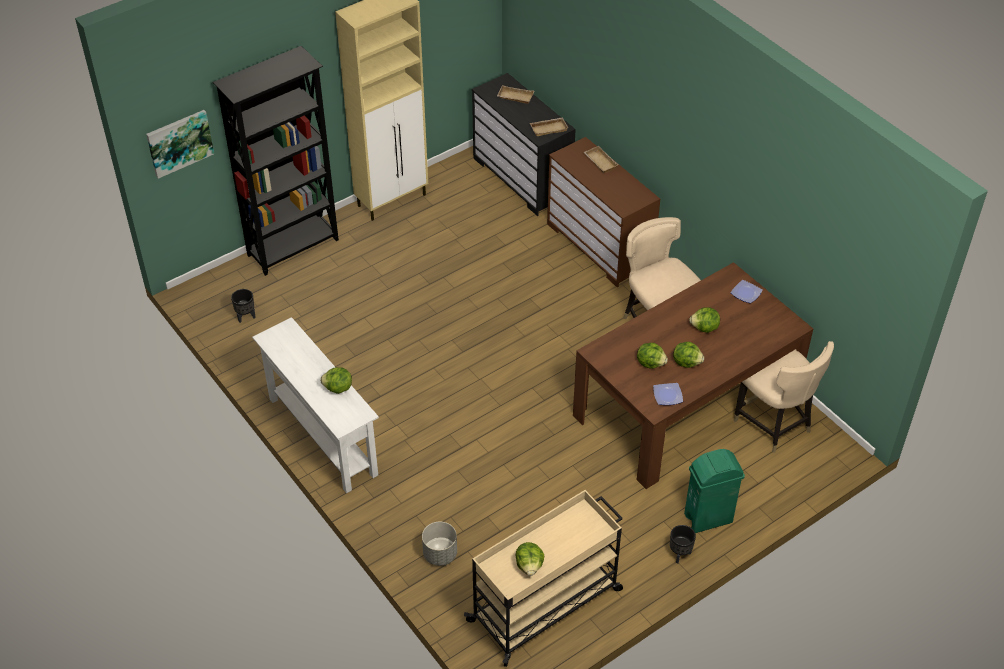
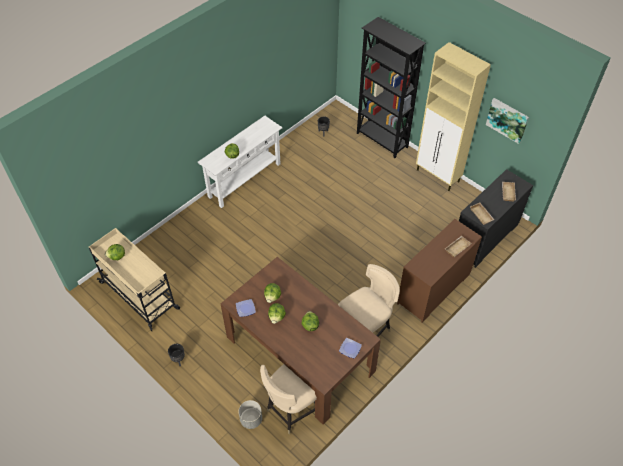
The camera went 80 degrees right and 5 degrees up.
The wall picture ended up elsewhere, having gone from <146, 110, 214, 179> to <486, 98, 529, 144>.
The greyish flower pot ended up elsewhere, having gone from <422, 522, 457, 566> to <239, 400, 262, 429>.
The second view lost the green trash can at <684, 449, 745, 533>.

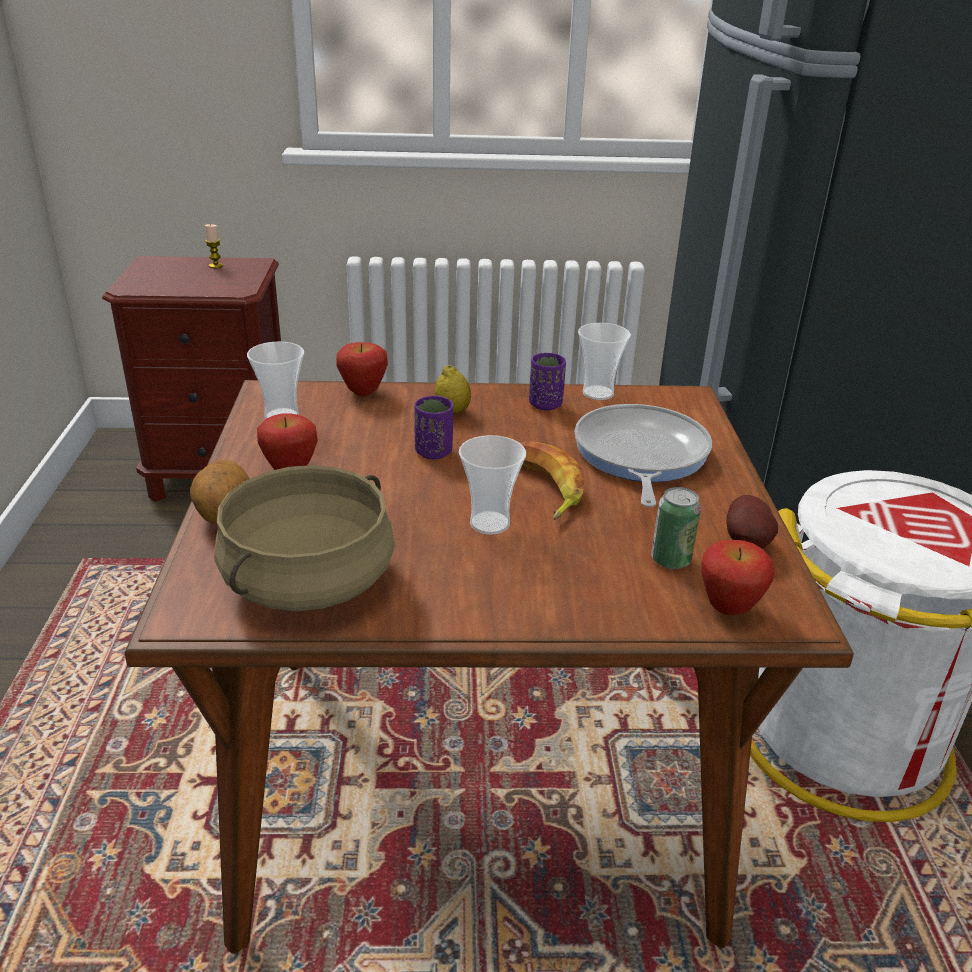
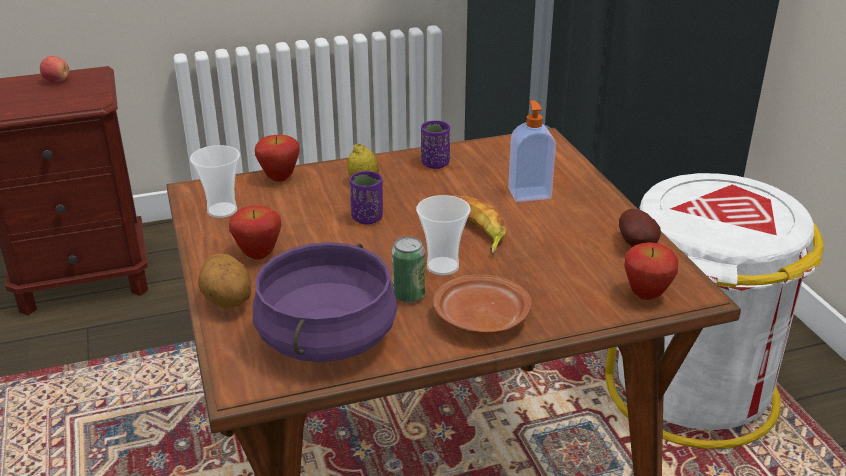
The camera went 15 degrees left and 0 degrees up.
Where the wax candle stood at <205, 224, 223, 268>, the apple fruit came to stand at <40, 56, 69, 82>.
What was the beige stockpot at <214, 465, 395, 611> turned into the purple stockpot at <253, 242, 398, 362>.
Where the pan stood at <575, 404, 712, 507>, the liquid soap bottle came to stand at <508, 101, 556, 202>.
The second view lost the small cup at <578, 323, 631, 400>.
The can ended up elsewhere, having gone from <651, 487, 701, 569> to <392, 236, 425, 303>.
The second view gained the brownish dinner plate at <433, 274, 532, 335>.

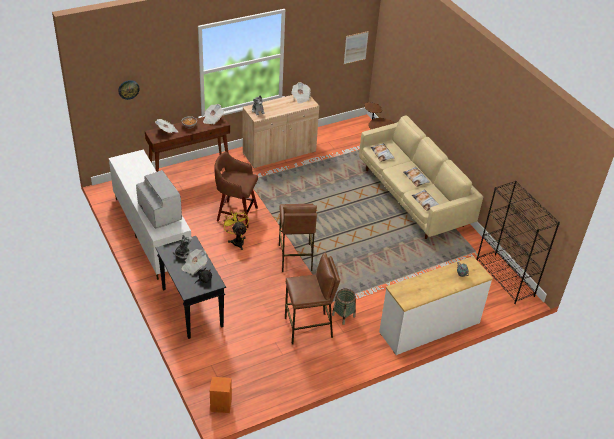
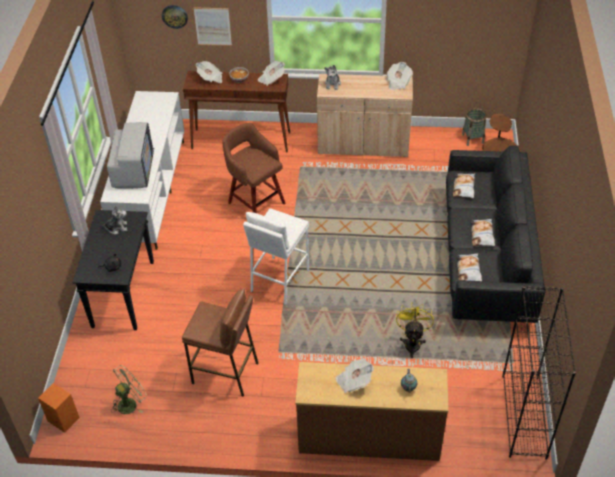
The camera went 35 degrees right and 5 degrees up.
The newspaper ended up elsewhere, having gone from <181, 249, 207, 275> to <335, 359, 374, 393>.
The yellow-coloured fan ended up elsewhere, having gone from <222, 209, 249, 250> to <396, 303, 434, 358>.
What was the brownish stool seat at <279, 204, 317, 272> turned into the whitish stool seat at <243, 208, 309, 304>.
The storage basket ended up elsewhere, having gone from <332, 289, 356, 325> to <462, 108, 487, 146>.
The wall picture ended up elsewhere, having gone from <344, 31, 369, 64> to <194, 7, 232, 46>.
What was the beige couch at <359, 116, 483, 239> turned into the black-coloured couch at <446, 145, 545, 323>.
What was the whitish drawer chest at <379, 256, 493, 355> turned into the brownish drawer chest at <295, 362, 449, 461>.
The second view gained the green fan at <111, 365, 147, 414>.

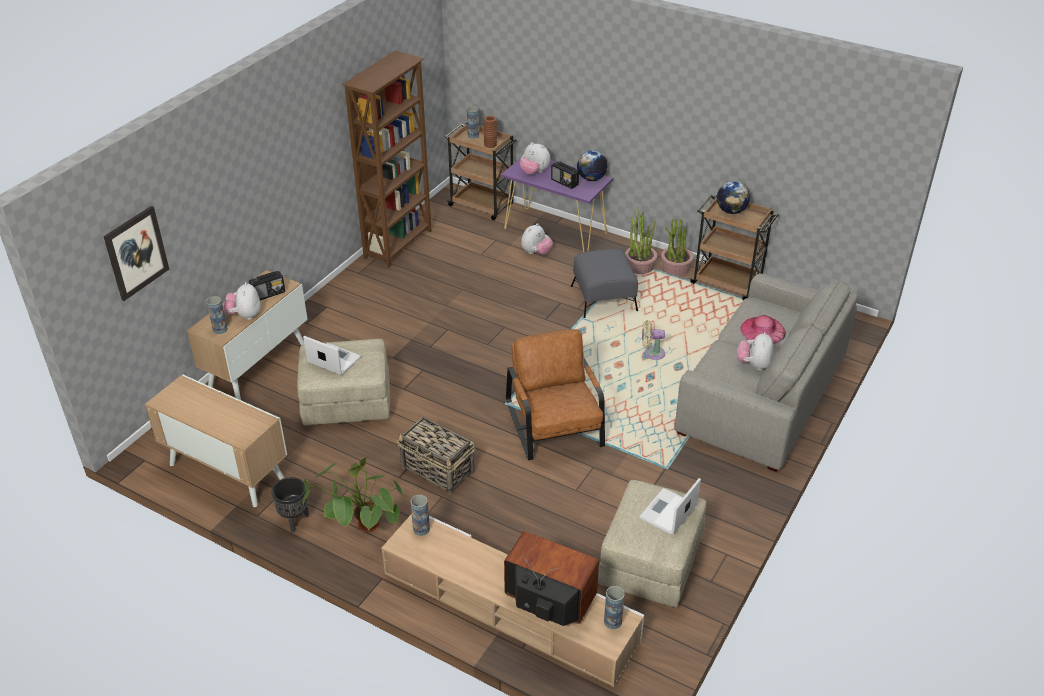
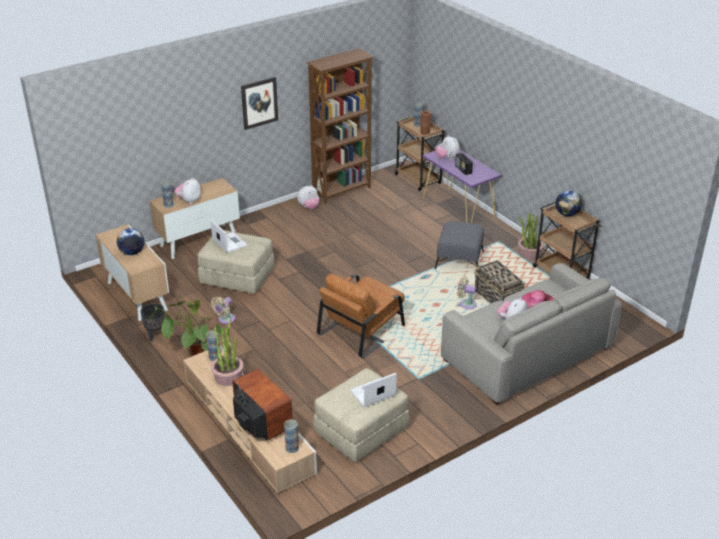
The camera went 25 degrees right and 5 degrees down.
The wall picture ended up elsewhere, having gone from <103, 206, 169, 301> to <241, 77, 278, 130>.
The second view lost the radio at <249, 271, 285, 300>.
The storage basket ended up elsewhere, having gone from <397, 417, 475, 495> to <475, 260, 525, 304>.
The brownish lounge chair at <506, 329, 605, 460> ended up facing another way, 150 degrees counterclockwise from before.
The plush toy ended up elsewhere, having gone from <521, 223, 553, 255> to <297, 185, 319, 209>.
The world globe ended up elsewhere, having gone from <577, 150, 607, 181> to <117, 228, 144, 255>.
The houseplant ended up elsewhere, having gone from <625, 207, 658, 274> to <211, 320, 244, 386>.
The second view gained the beige fan at <211, 296, 235, 324>.

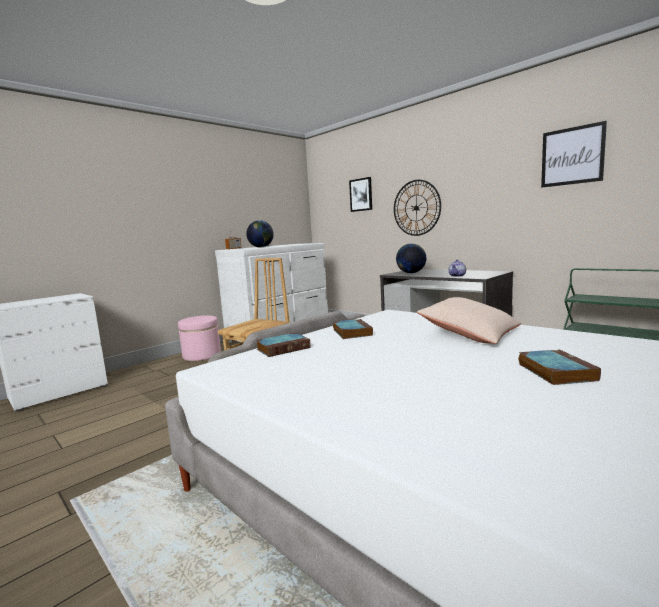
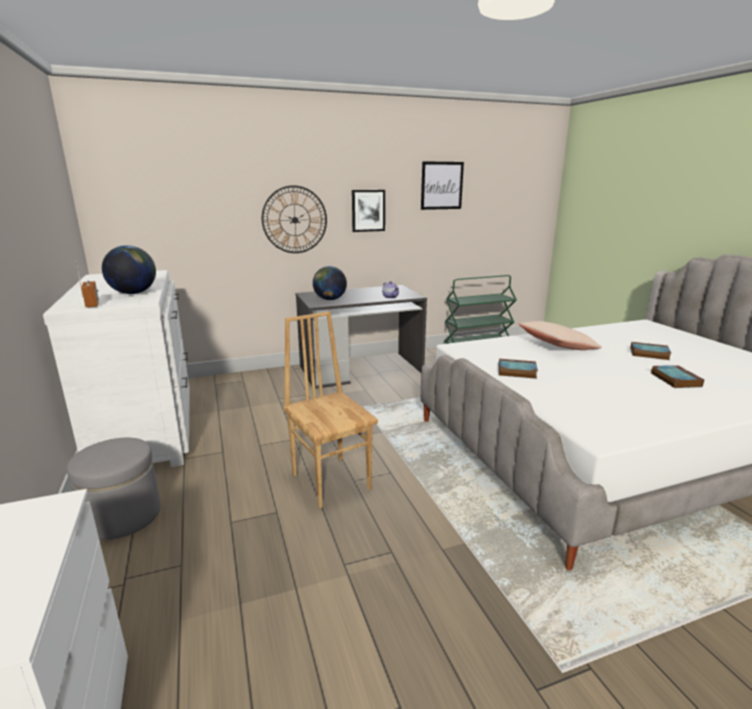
The camera went 65 degrees left and 10 degrees up.
What was the pink ottoman at <178, 315, 221, 361> turned into the greyish ottoman at <67, 438, 161, 540>.
The volume ended up elsewhere, having gone from <256, 333, 310, 357> to <651, 365, 704, 388>.
The wall picture ended up elsewhere, having gone from <349, 177, 372, 212> to <352, 190, 385, 232>.

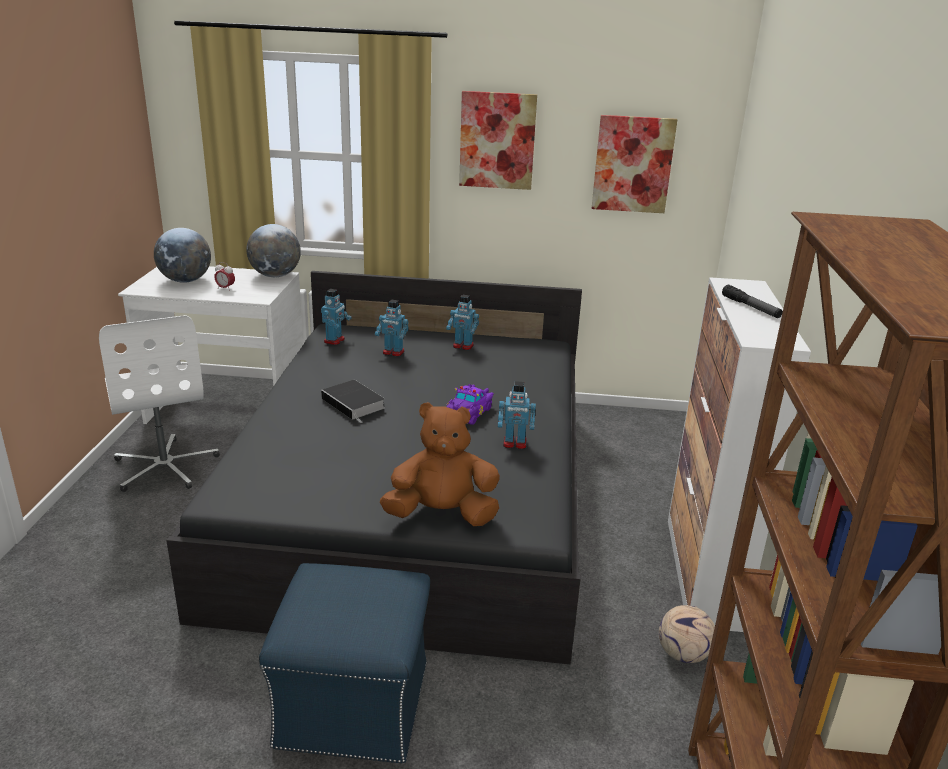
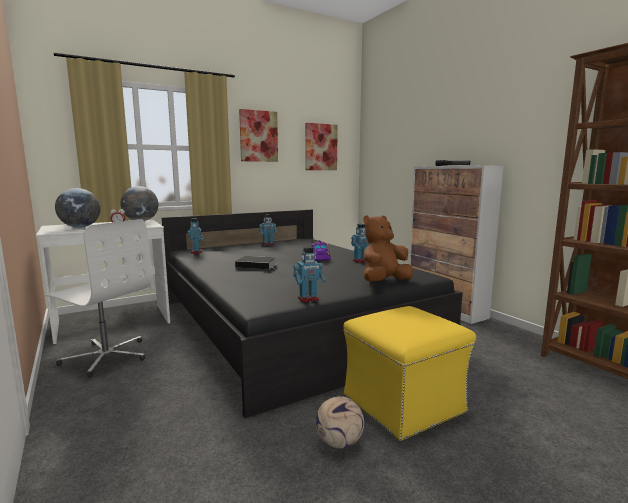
The camera went 35 degrees left and 15 degrees down.
What was the bluish ottoman at <259, 563, 430, 763> turned into the yellow-coloured ottoman at <343, 306, 476, 441>.
The toy robot ended up elsewhere, having gone from <375, 300, 409, 357> to <294, 247, 326, 303>.
The ball for football ended up elsewhere, having gone from <659, 605, 715, 663> to <316, 396, 364, 448>.

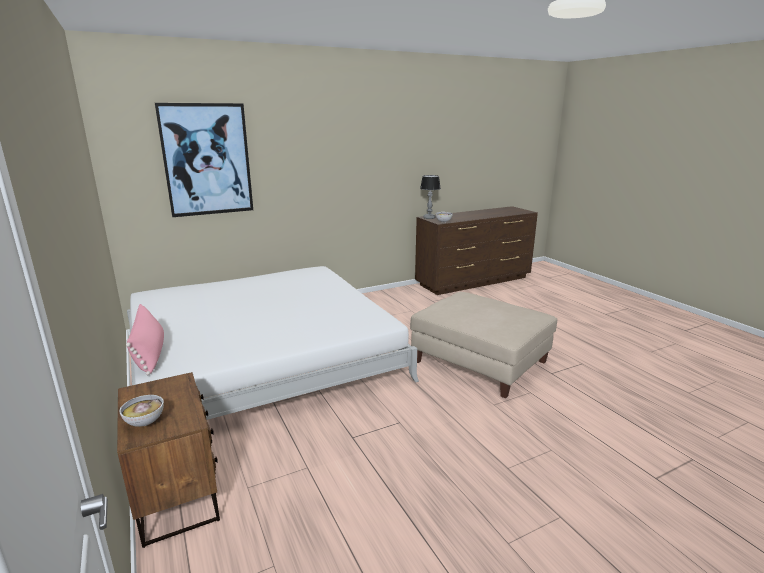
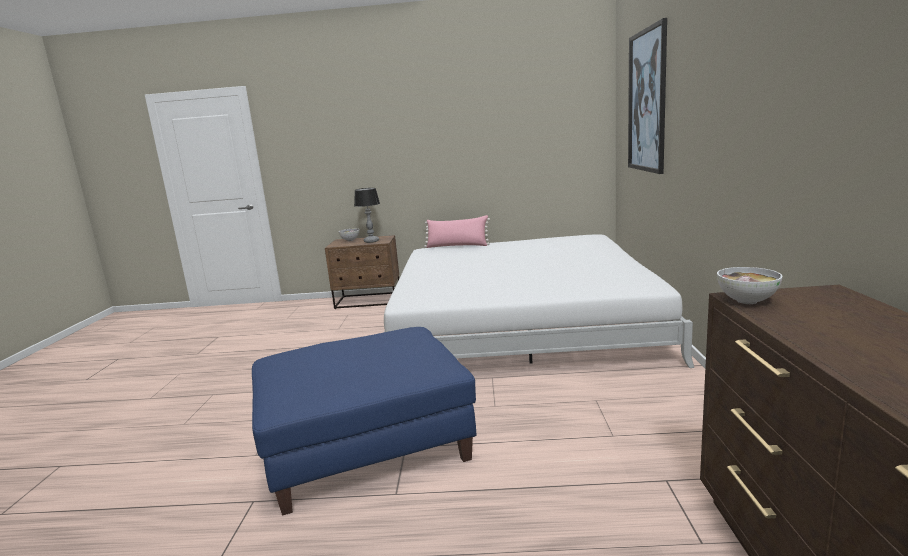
The camera went 120 degrees right and 5 degrees down.
What was the beige ottoman at <410, 292, 557, 398> turned into the bluish ottoman at <252, 327, 476, 516>.
The lamp for a table ended up elsewhere, having gone from <420, 175, 441, 219> to <354, 188, 380, 243>.

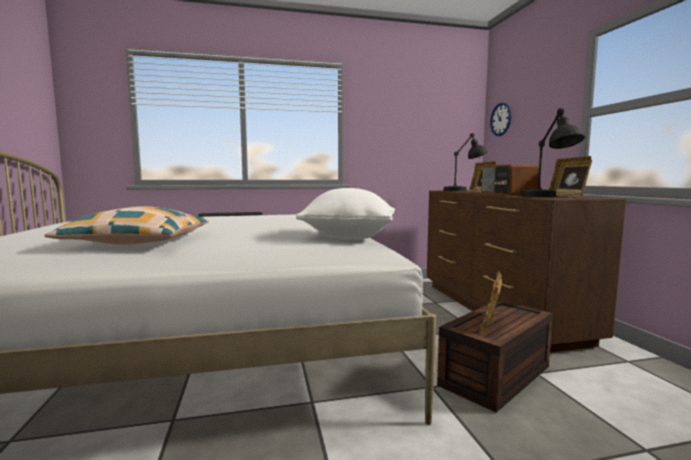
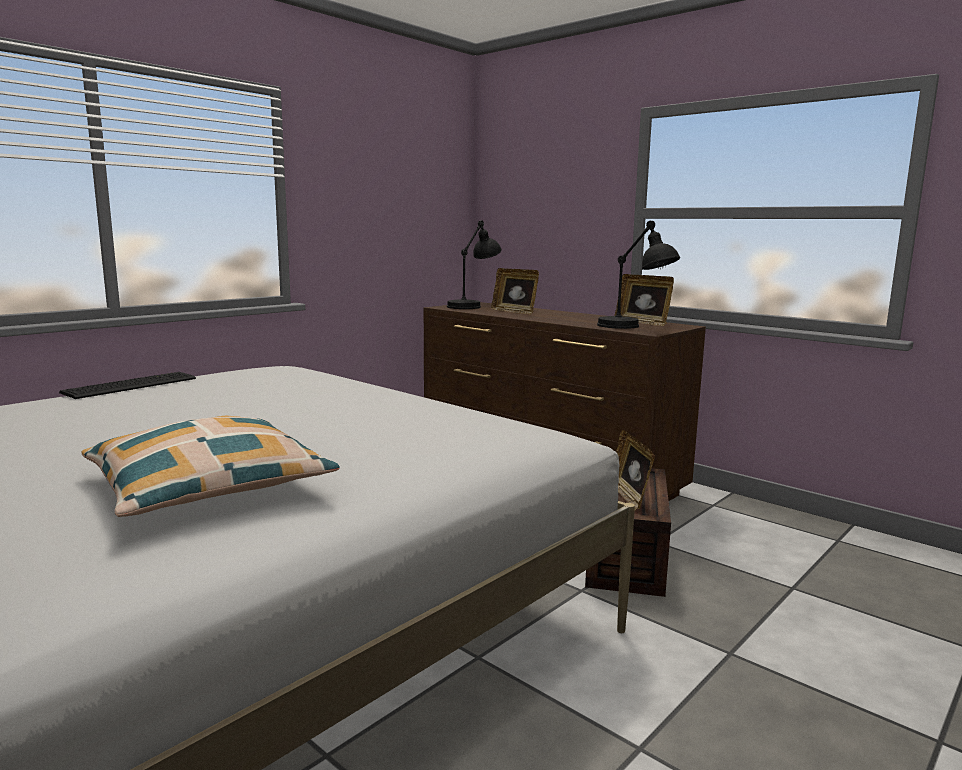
The camera went 35 degrees left and 5 degrees up.
The second view lost the whitish cushion at <296, 188, 395, 240>.
The second view lost the radio at <481, 164, 539, 195>.
The second view lost the clock on the wall at <490, 102, 511, 136>.

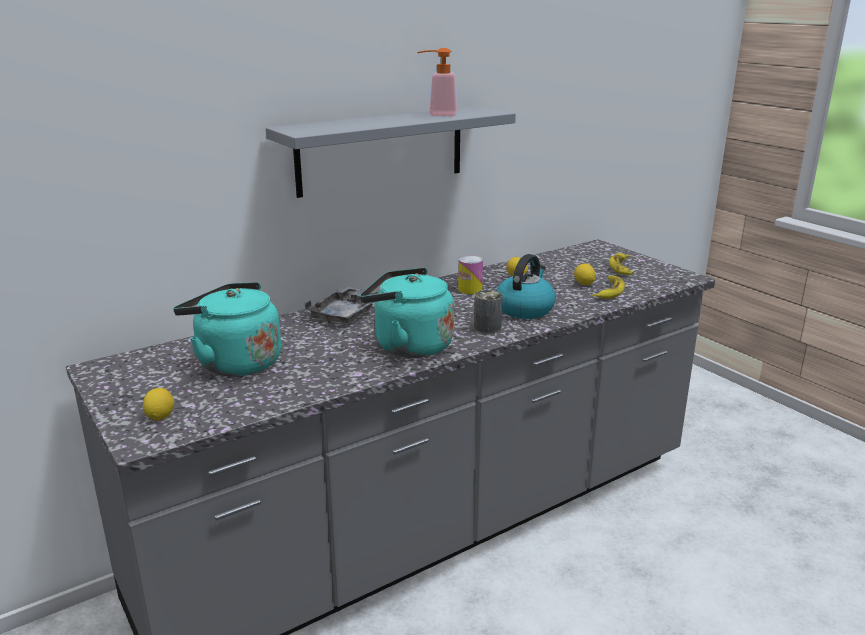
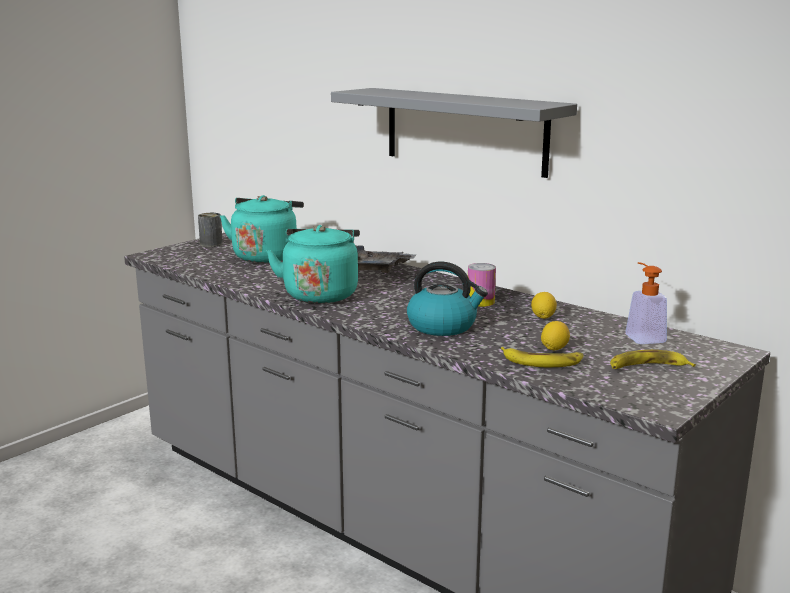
The camera went 75 degrees right and 5 degrees down.
The second view lost the whole lemon at <143, 388, 174, 420>.
The liquid soap bottle ended up elsewhere, having gone from <417, 48, 458, 117> to <626, 262, 667, 344>.
The can ended up elsewhere, having gone from <474, 290, 503, 334> to <198, 213, 223, 247>.

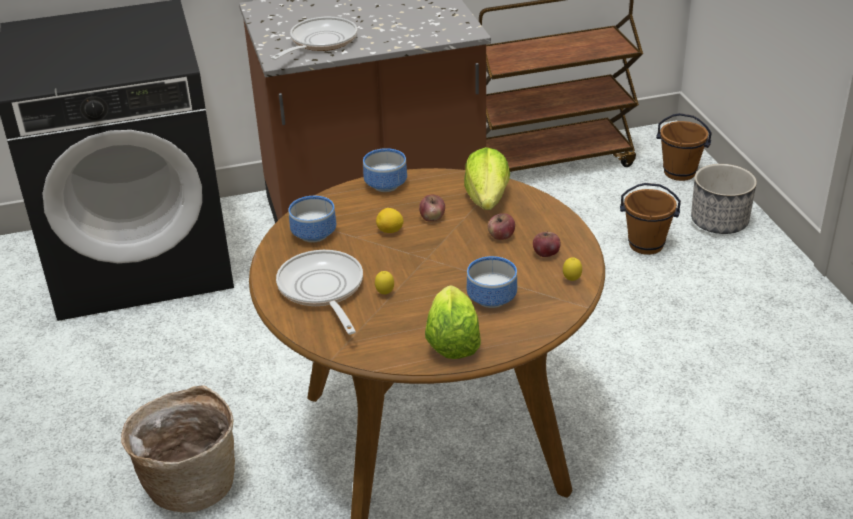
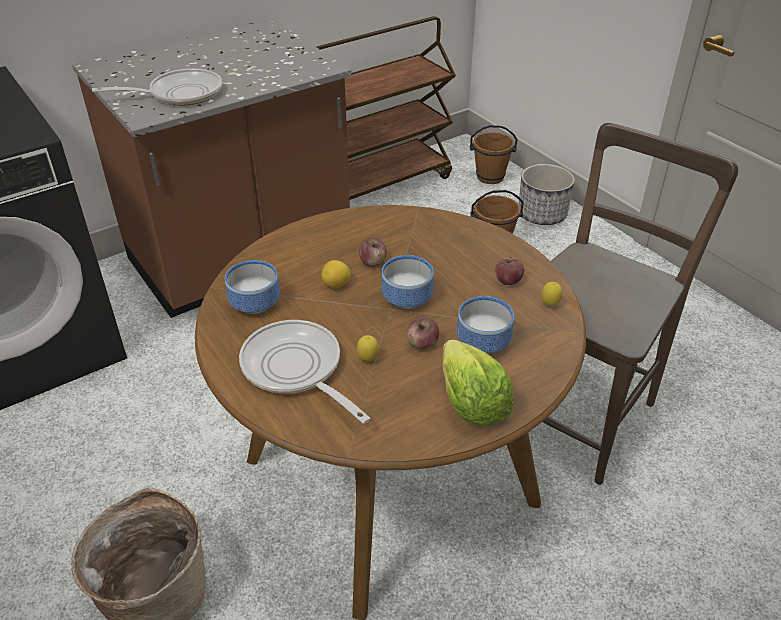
The camera went 20 degrees left and 5 degrees up.
The pan at <271, 17, 357, 60> ended up facing another way, 60 degrees clockwise from before.
The serving bowl ended up elsewhere, having gone from <363, 148, 407, 192> to <381, 255, 434, 309>.
The second view lost the lettuce at <464, 147, 510, 210>.
The apple fruit ended up elsewhere, having gone from <488, 213, 515, 240> to <406, 317, 439, 349>.
The second view gained the brownish plain chair at <543, 123, 738, 485>.

